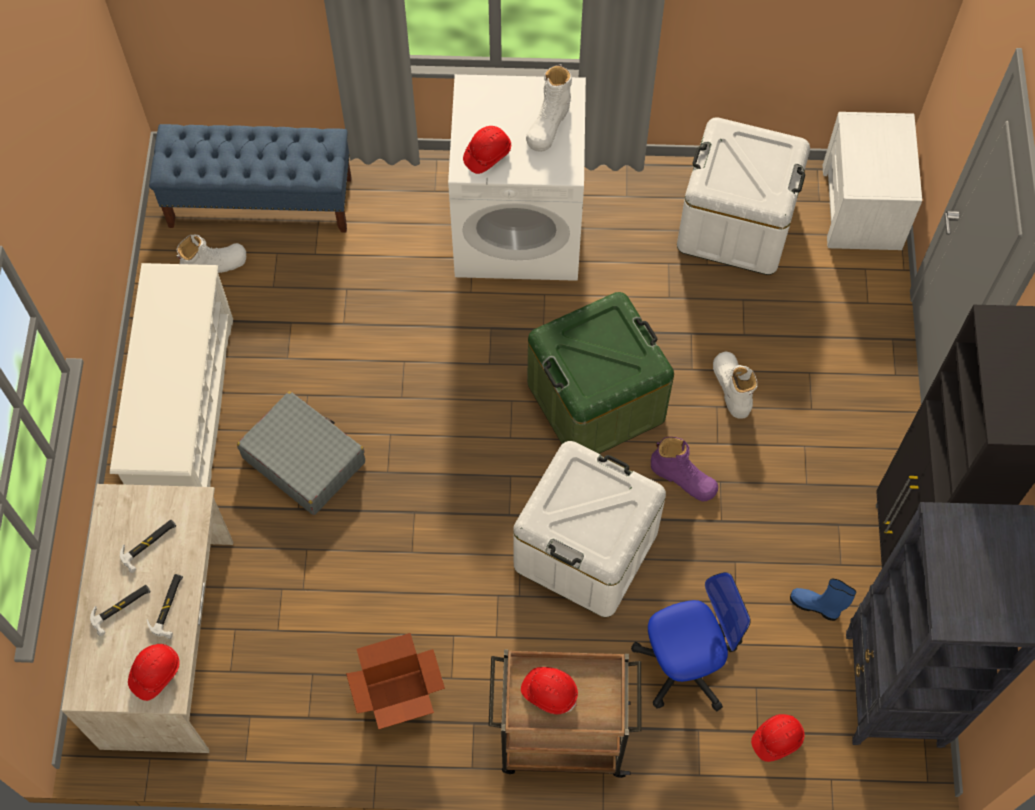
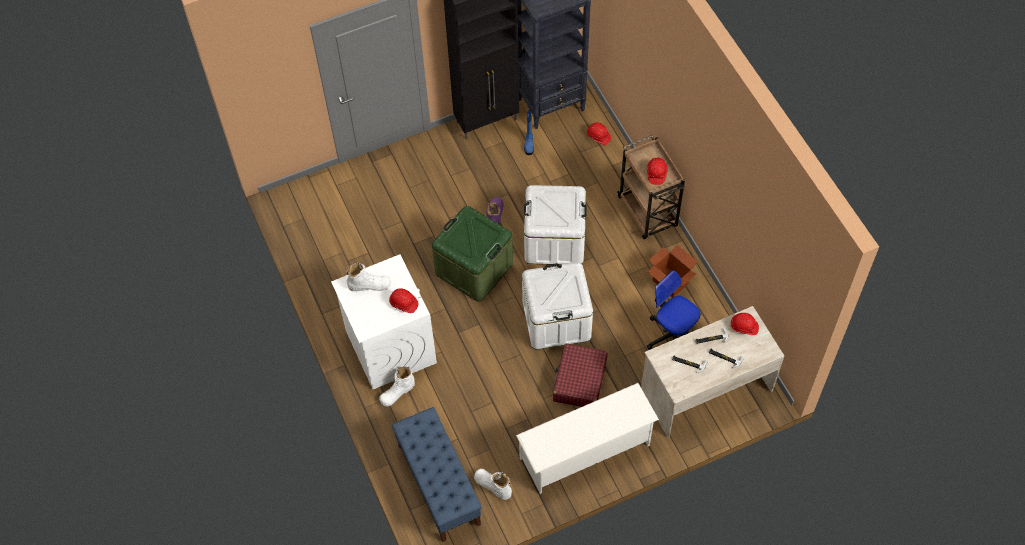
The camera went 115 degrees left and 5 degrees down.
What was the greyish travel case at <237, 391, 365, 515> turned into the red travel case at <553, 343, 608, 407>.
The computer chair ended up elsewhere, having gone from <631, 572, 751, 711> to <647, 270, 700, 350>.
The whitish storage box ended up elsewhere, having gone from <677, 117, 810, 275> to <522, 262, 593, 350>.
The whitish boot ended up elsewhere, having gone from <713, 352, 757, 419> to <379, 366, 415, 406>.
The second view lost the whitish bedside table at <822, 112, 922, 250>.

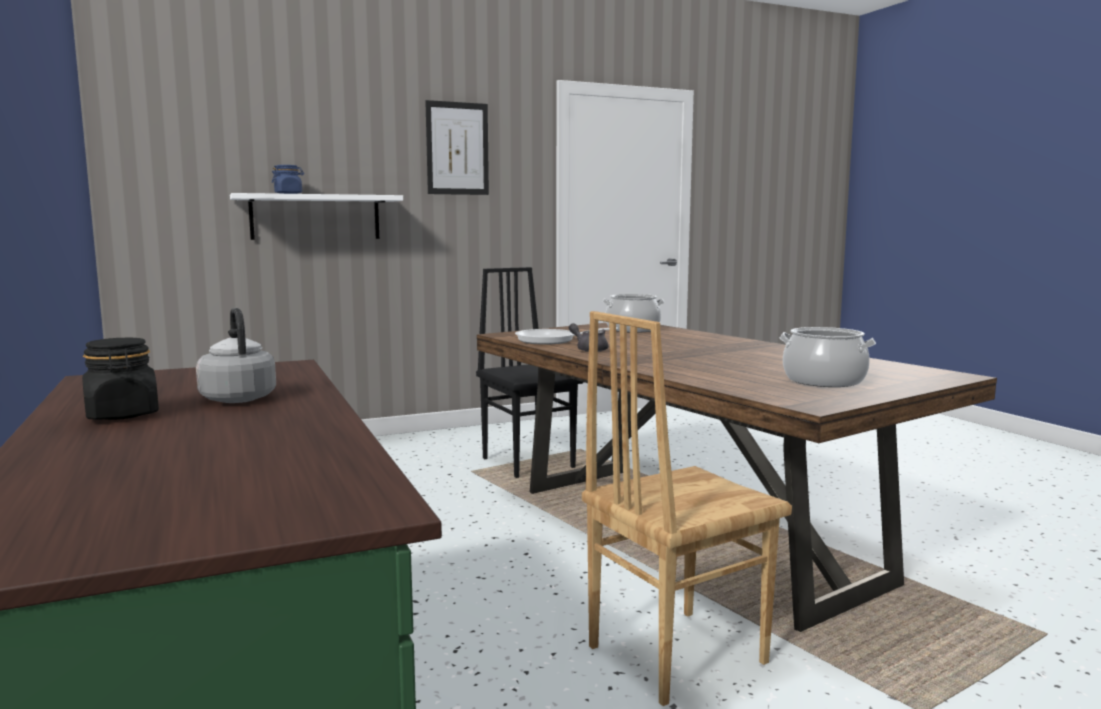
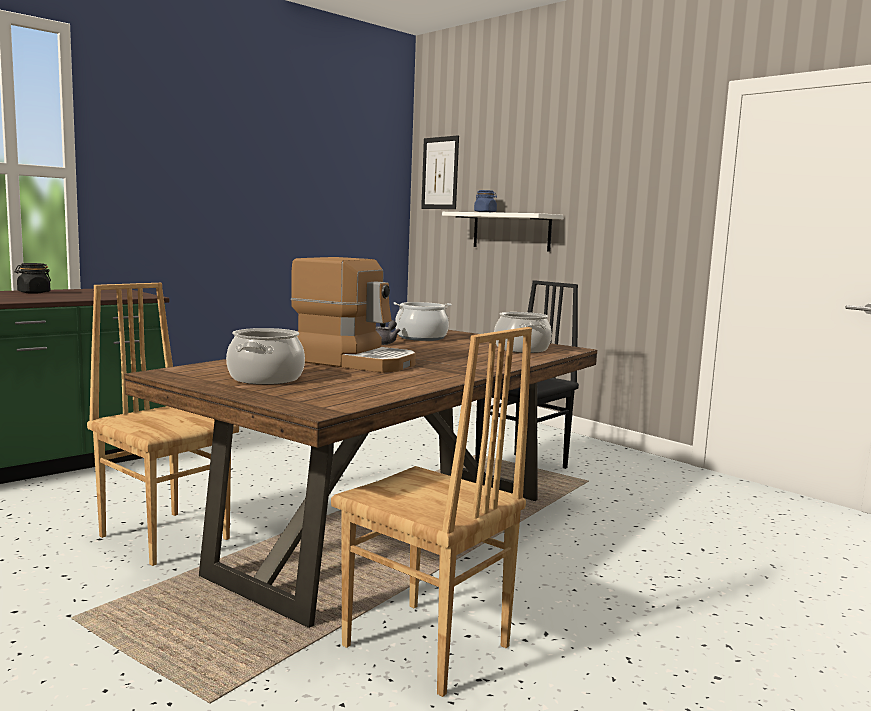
The camera went 70 degrees right and 0 degrees up.
The second view lost the greyish water kettle at <196, 308, 276, 403>.
The wall picture ended up elsewhere, having gone from <425, 100, 489, 195> to <421, 135, 459, 209>.
Where the pan stood at <515, 327, 618, 345>, the stockpot came to stand at <393, 302, 452, 341>.
The second view gained the coffee brewer at <291, 257, 416, 373>.
The second view gained the brownish plain chair at <331, 327, 532, 697>.

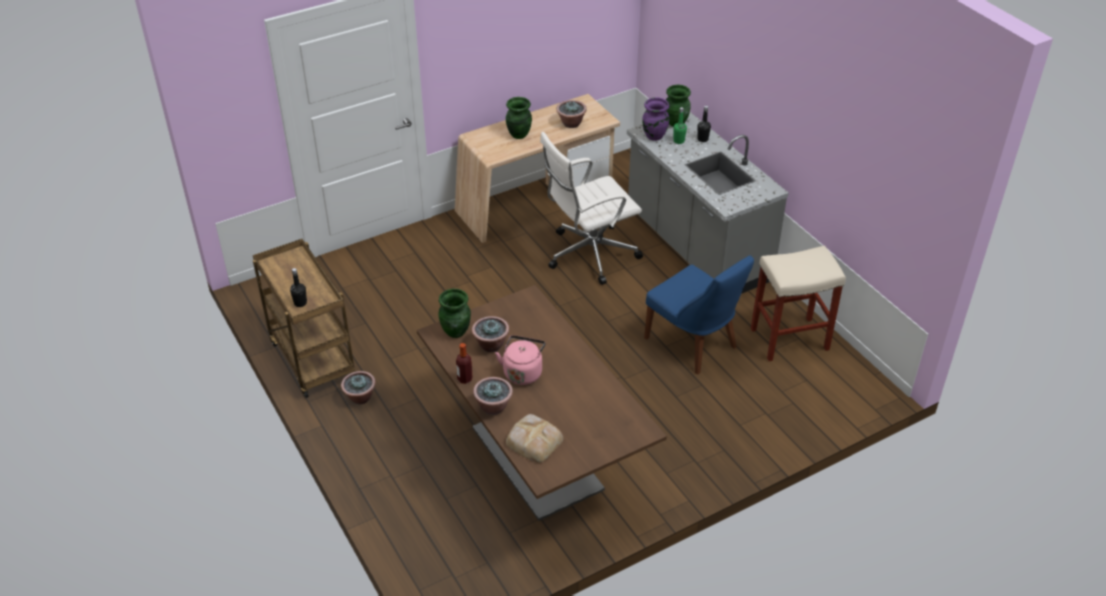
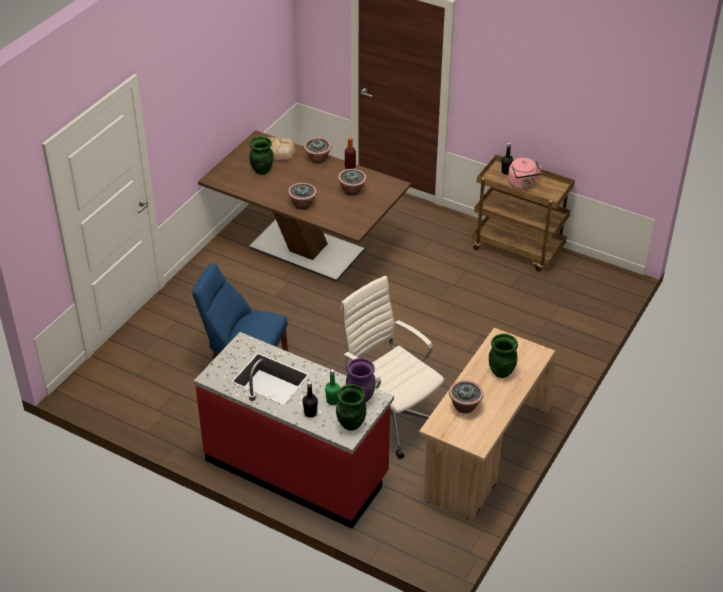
The camera went 150 degrees right and 0 degrees up.
The houseplant ended up elsewhere, having gone from <341, 371, 376, 404> to <288, 183, 317, 210>.
The green flower vase ended up elsewhere, having gone from <438, 289, 471, 338> to <249, 136, 273, 175>.
The pink water kettle ended up elsewhere, having gone from <495, 335, 546, 385> to <508, 158, 543, 190>.
The whitish computer chair at <540, 132, 643, 285> ended up facing another way, 75 degrees counterclockwise from before.
What was the greyish kitchen counter at <627, 112, 789, 294> turned into the red kitchen counter at <194, 332, 394, 529>.
The second view lost the beige stool seat at <751, 246, 846, 361>.

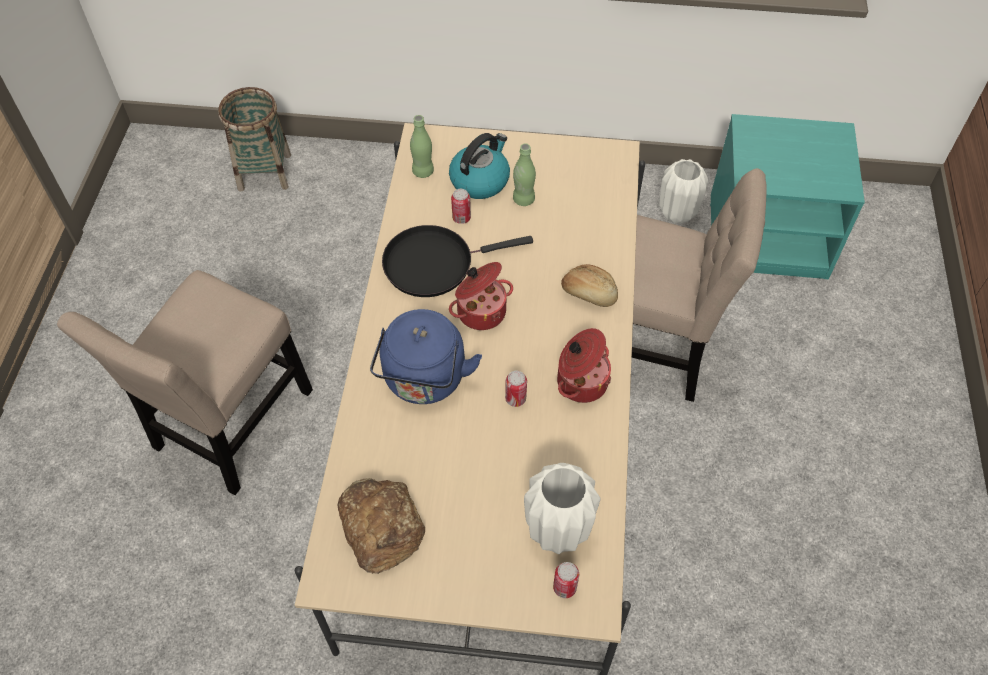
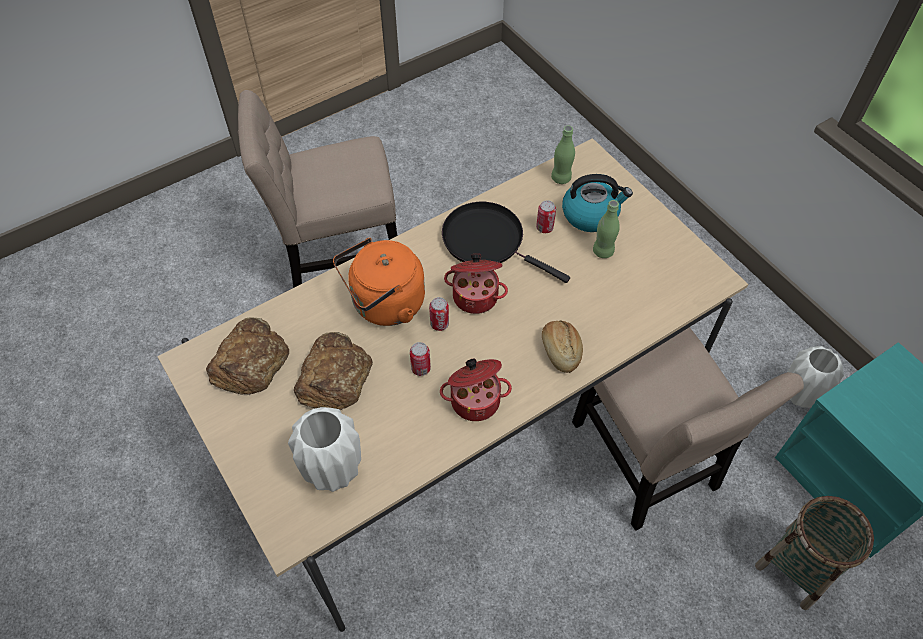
The camera went 50 degrees right and 0 degrees up.
The storage basket ended up elsewhere, having gone from <218, 87, 291, 191> to <755, 496, 874, 610>.
What was the bluish water kettle at <370, 309, 482, 404> turned into the orangey water kettle at <333, 238, 425, 326>.
The can ended up elsewhere, having gone from <553, 562, 579, 598> to <429, 297, 449, 331>.
The second view gained the baked bread at <294, 332, 373, 410>.

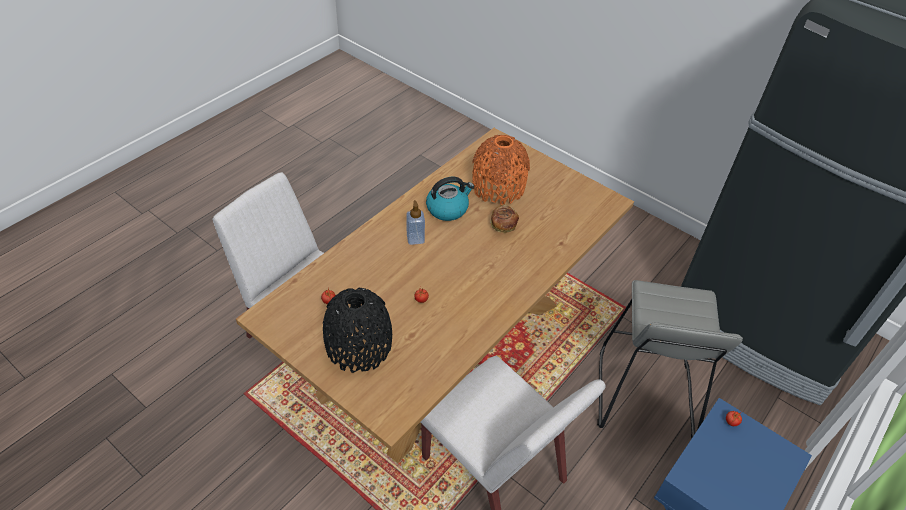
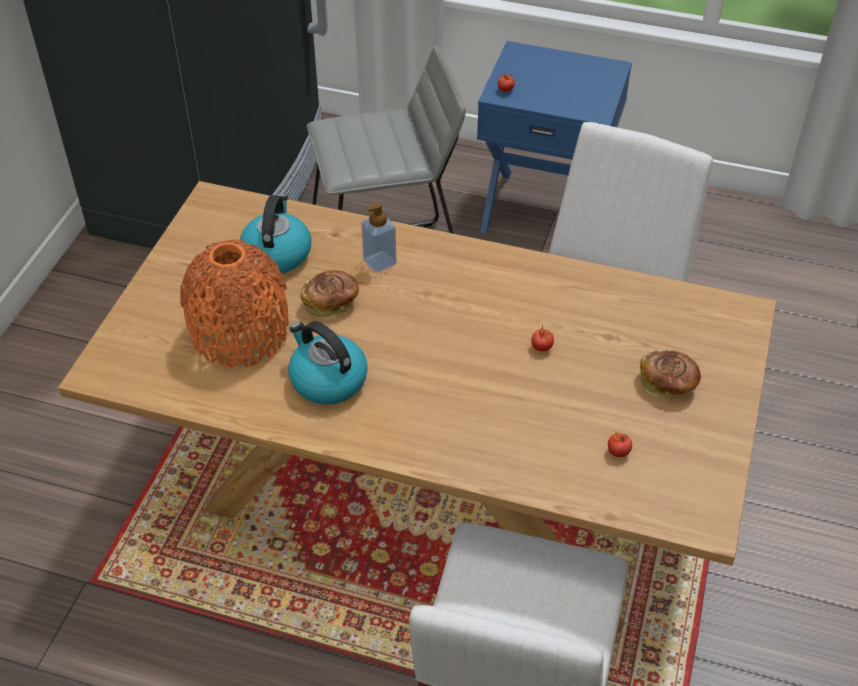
The camera went 110 degrees left and 0 degrees up.
Where the black-coloured flower vase stood at <323, 287, 392, 373>, the baked bread came to stand at <640, 349, 701, 400>.
The liquid soap bottle ended up elsewhere, having gone from <406, 200, 425, 245> to <361, 203, 397, 273>.
The second view gained the water kettle at <240, 194, 311, 273>.

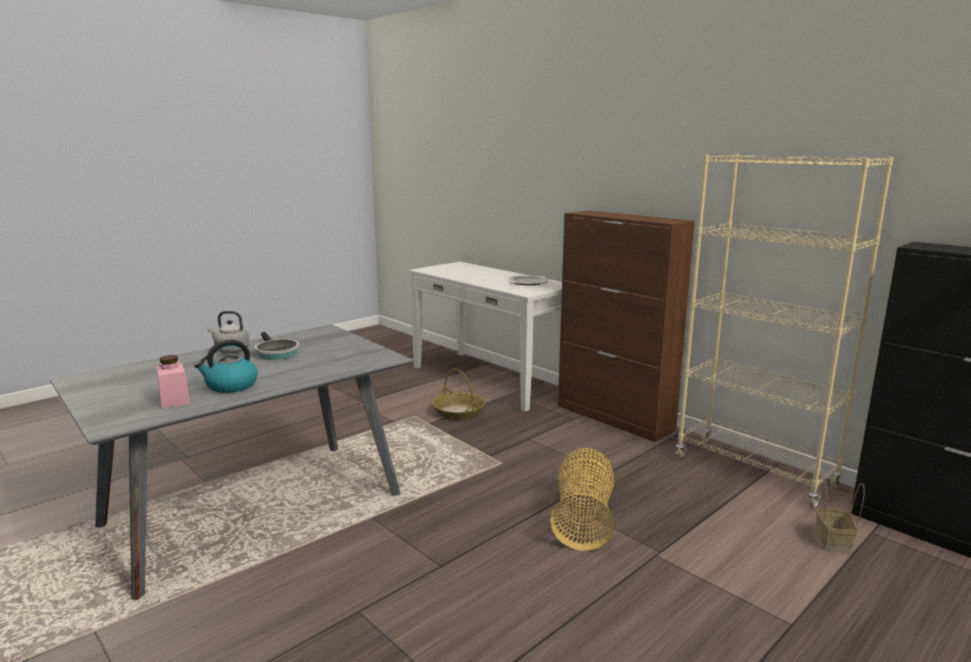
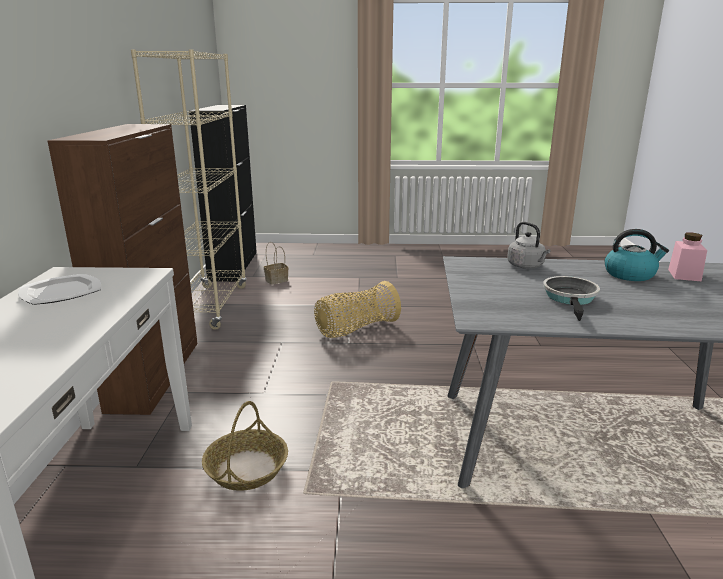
The camera went 135 degrees left and 5 degrees up.
The greyish water kettle ended up elsewhere, having gone from <207, 311, 249, 353> to <507, 222, 551, 269>.

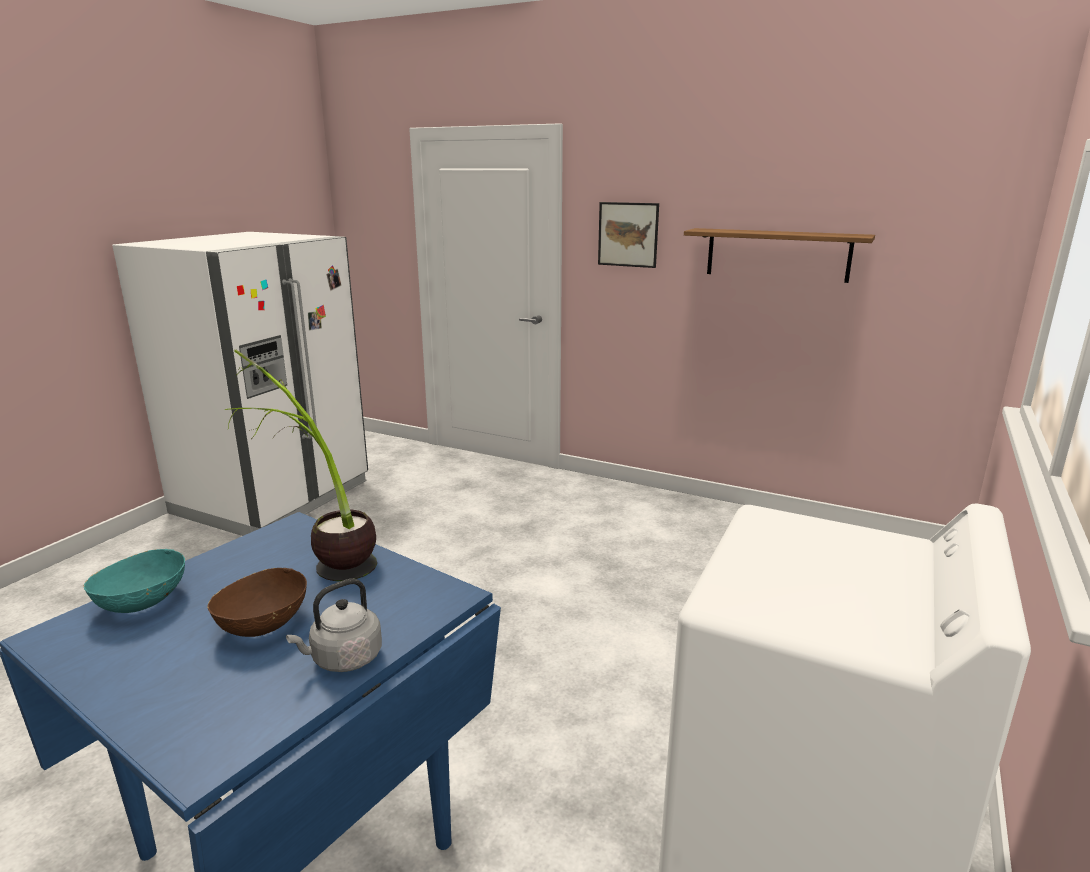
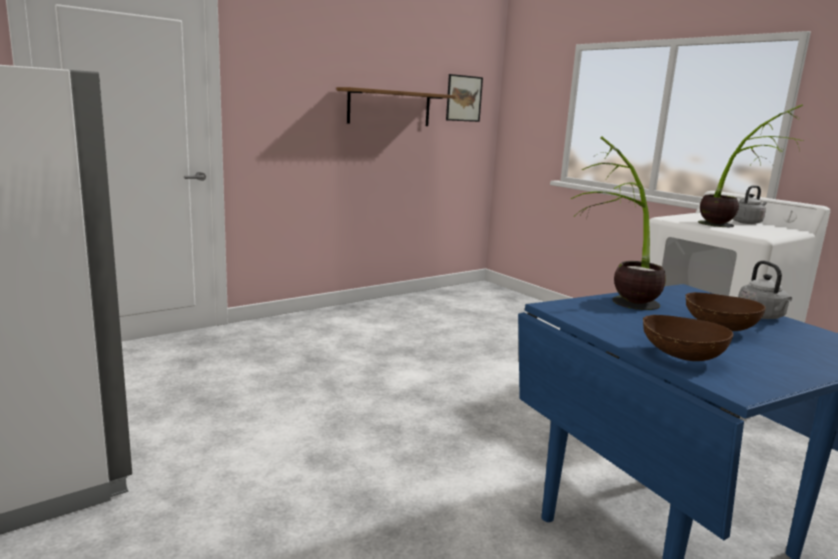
The camera went 65 degrees left and 5 degrees down.
What was the turquoise serving bowl at <84, 549, 185, 613> turned into the brownish serving bowl at <643, 315, 733, 361>.
The wall picture ended up elsewhere, having gone from <598, 202, 659, 268> to <446, 74, 483, 122>.
The second view gained the houseplant at <698, 105, 804, 227>.
The second view gained the greyish water kettle at <733, 185, 767, 224>.

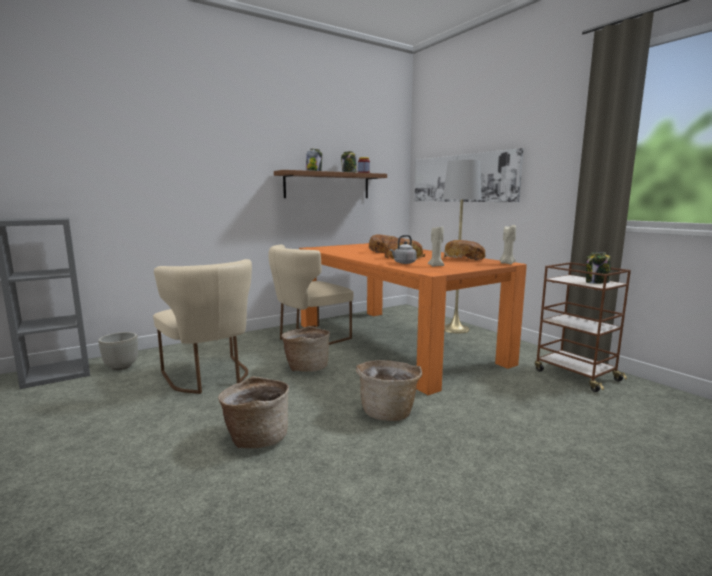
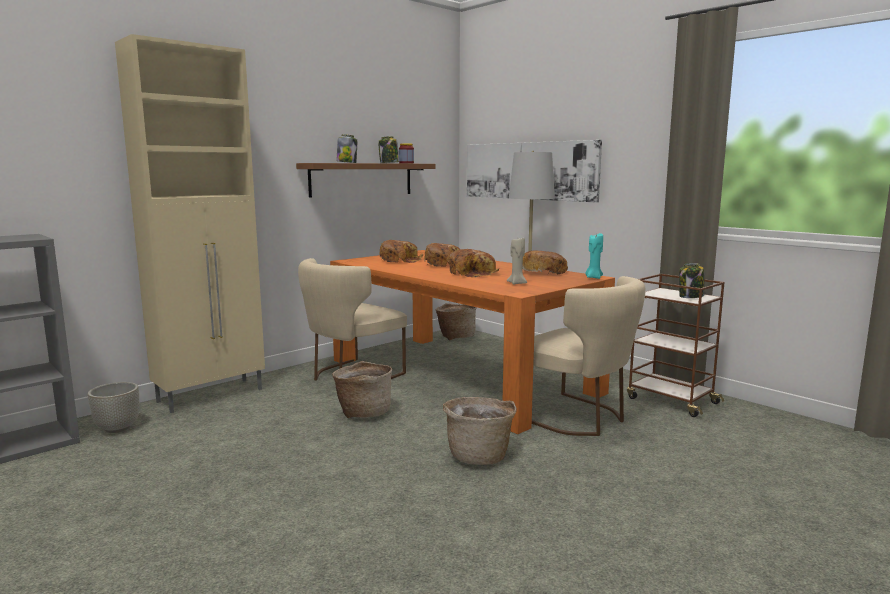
The camera went 10 degrees left and 0 degrees up.
The beige plain chair ended up elsewhere, having gone from <153, 259, 252, 394> to <532, 276, 646, 436>.
The storage basket ended up elsewhere, having gone from <218, 376, 289, 448> to <436, 303, 477, 340>.
The second view lost the greyish water kettle at <390, 235, 417, 264>.
What was the beige wax candle at <500, 225, 516, 264> turned into the turquoise wax candle at <585, 233, 603, 279>.
The second view gained the beige cabinet at <115, 34, 265, 413>.
The second view gained the baked bread at <380, 240, 423, 263>.

